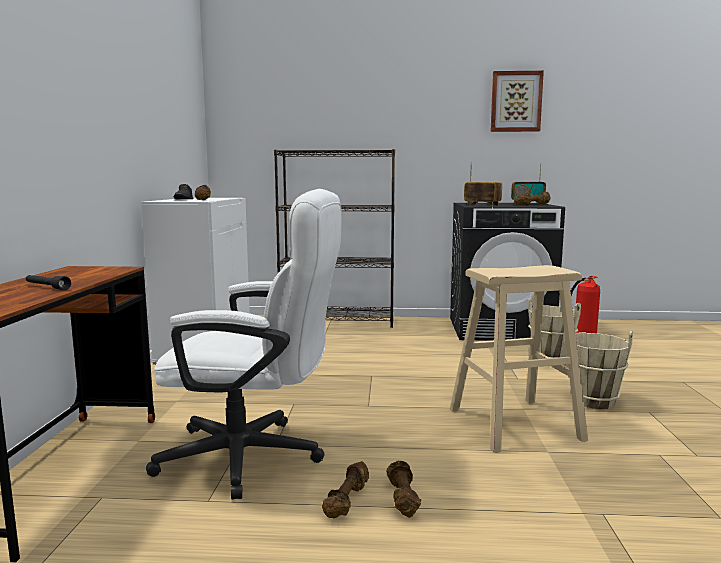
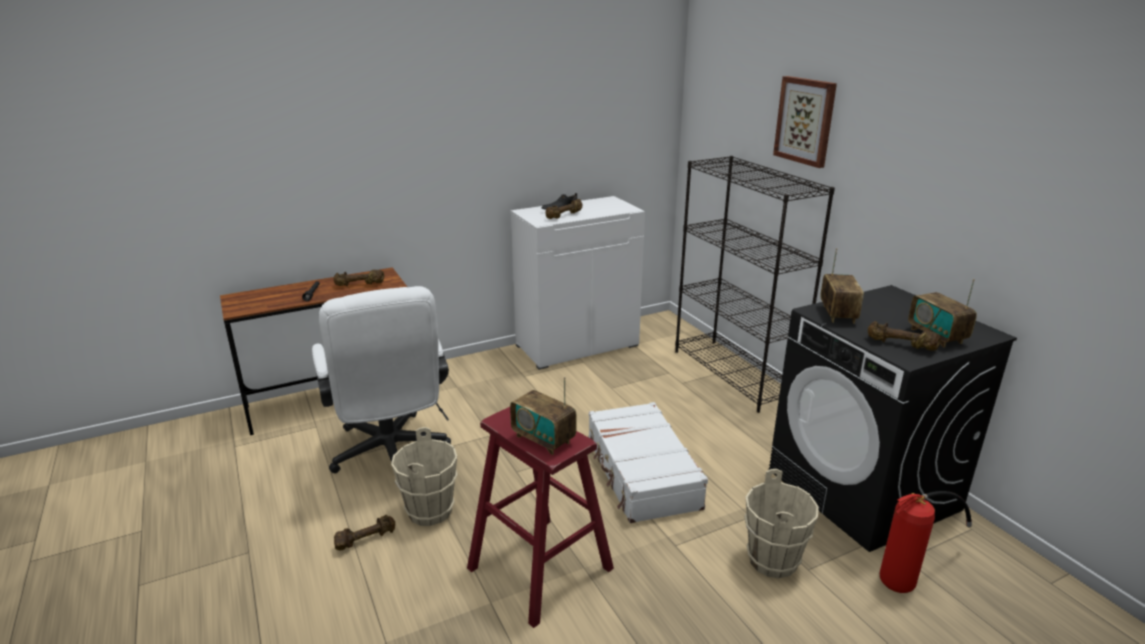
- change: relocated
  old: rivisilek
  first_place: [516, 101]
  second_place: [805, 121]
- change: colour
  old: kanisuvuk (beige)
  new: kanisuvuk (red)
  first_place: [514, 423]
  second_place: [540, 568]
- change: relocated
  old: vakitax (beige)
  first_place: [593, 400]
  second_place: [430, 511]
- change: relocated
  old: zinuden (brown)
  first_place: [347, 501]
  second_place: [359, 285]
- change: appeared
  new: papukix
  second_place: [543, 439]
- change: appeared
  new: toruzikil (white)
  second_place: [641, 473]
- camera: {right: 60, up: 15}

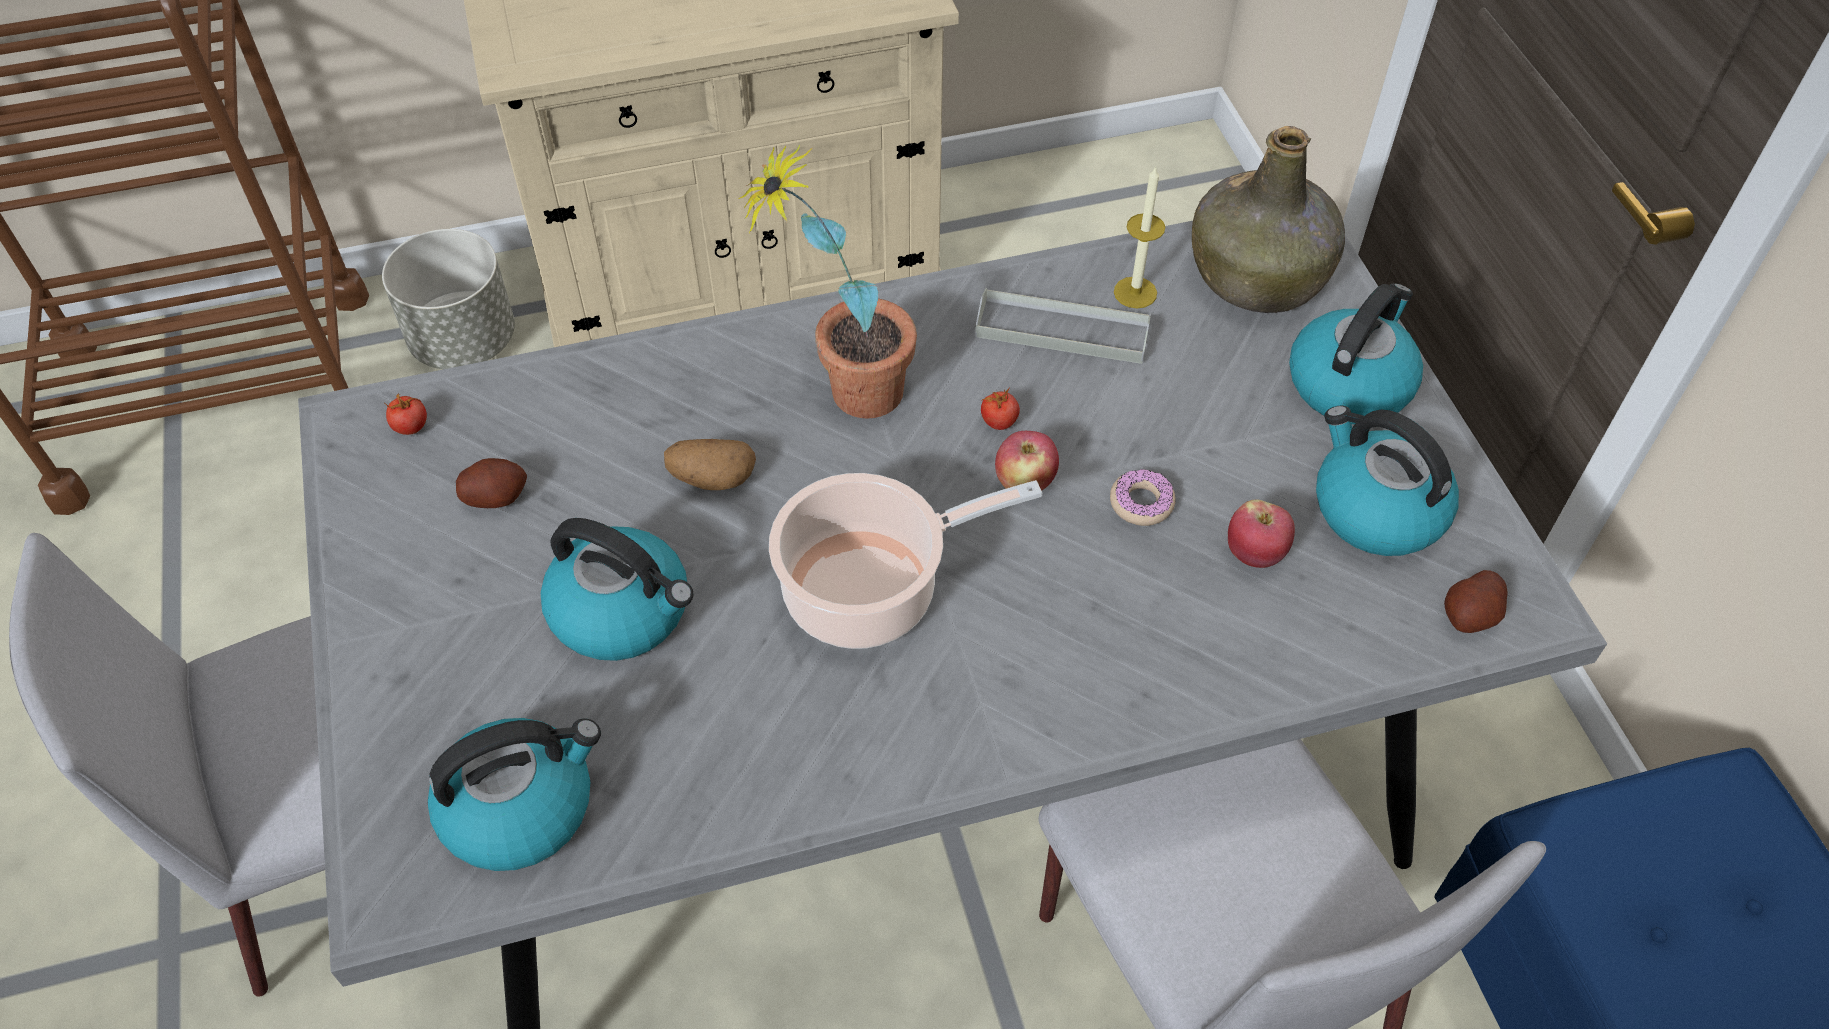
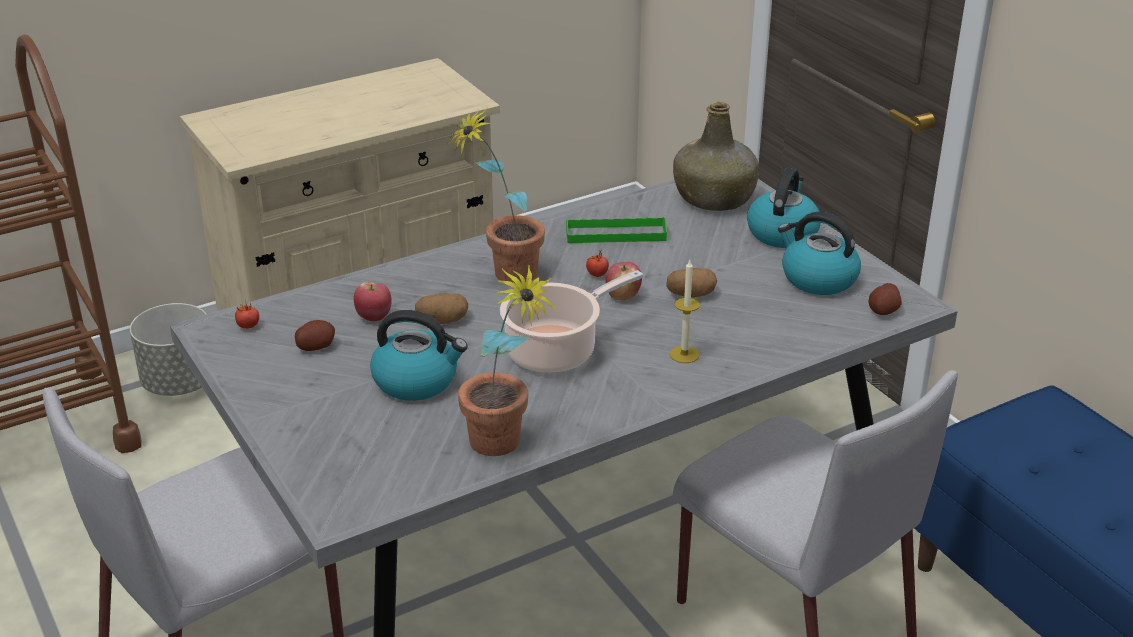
- change: relocated
  old: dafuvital
  first_place: [1135, 292]
  second_place: [684, 354]
- change: colour
  old: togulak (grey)
  new: togulak (green)
  first_place: [1062, 331]
  second_place: [615, 234]
- change: exchanged
  old: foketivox
  new: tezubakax
  first_place: [1141, 503]
  second_place: [691, 294]
- change: relocated
  old: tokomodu
  first_place: [1255, 554]
  second_place: [374, 317]
- change: missing
  old: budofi
  first_place: [521, 807]
- change: appeared
  new: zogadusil
  second_place: [505, 448]
- camera: {right: -15, up: -20}

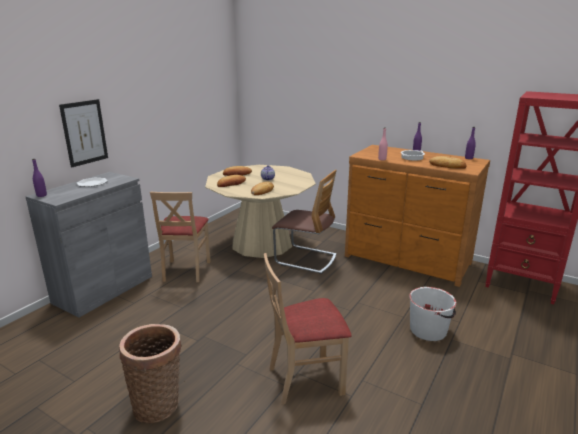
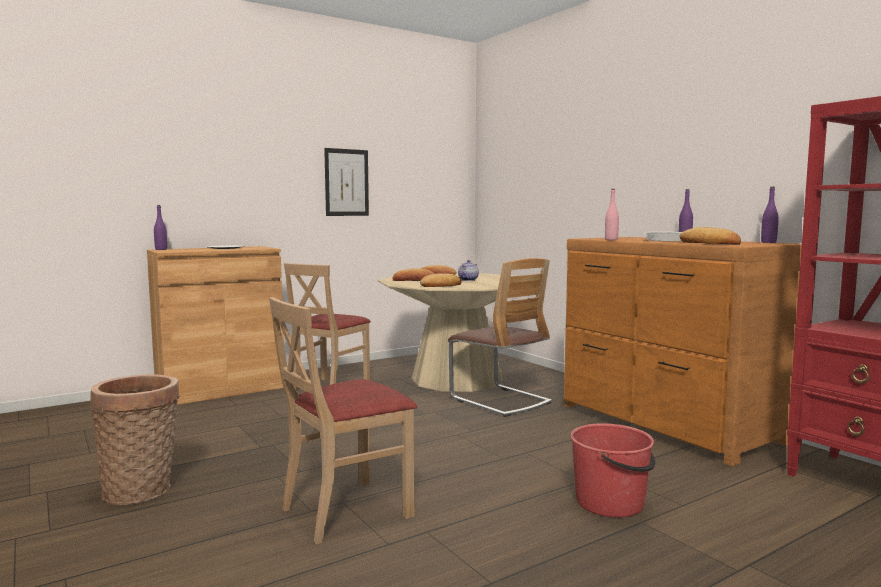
- change: relocated
  old: rivisilek
  first_place: [84, 132]
  second_place: [346, 182]
- change: colour
  old: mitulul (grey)
  new: mitulul (brown)
  first_place: [104, 289]
  second_place: [221, 389]
- change: spun
  old: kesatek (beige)
  first_place: [305, 379]
  second_place: [346, 511]
  degrees: -45
- change: colour
  old: vakitax (white)
  new: vakitax (red)
  first_place: [428, 330]
  second_place: [610, 503]
- camera: {right: 25, up: -15}

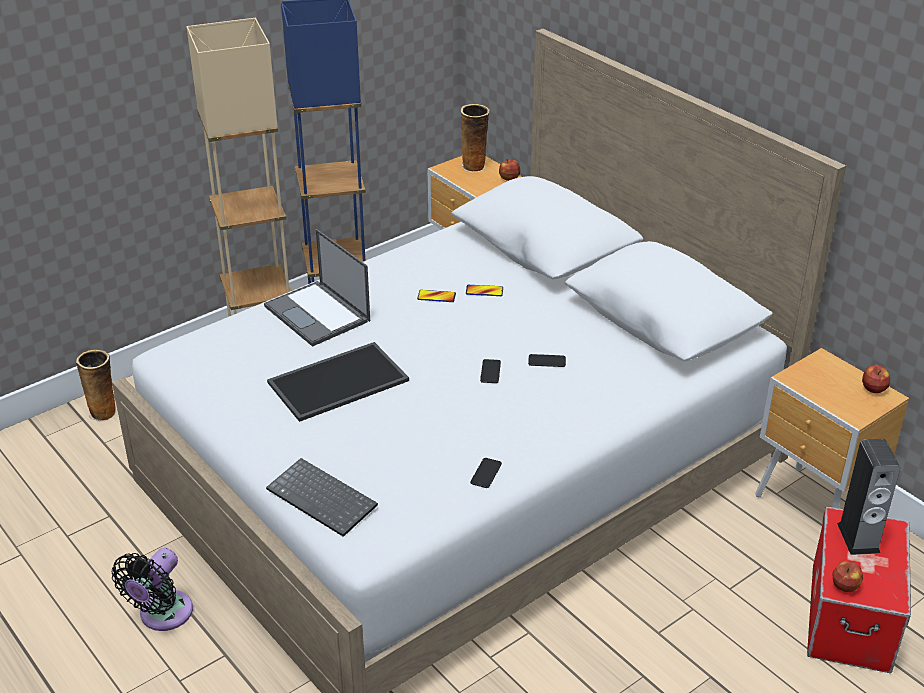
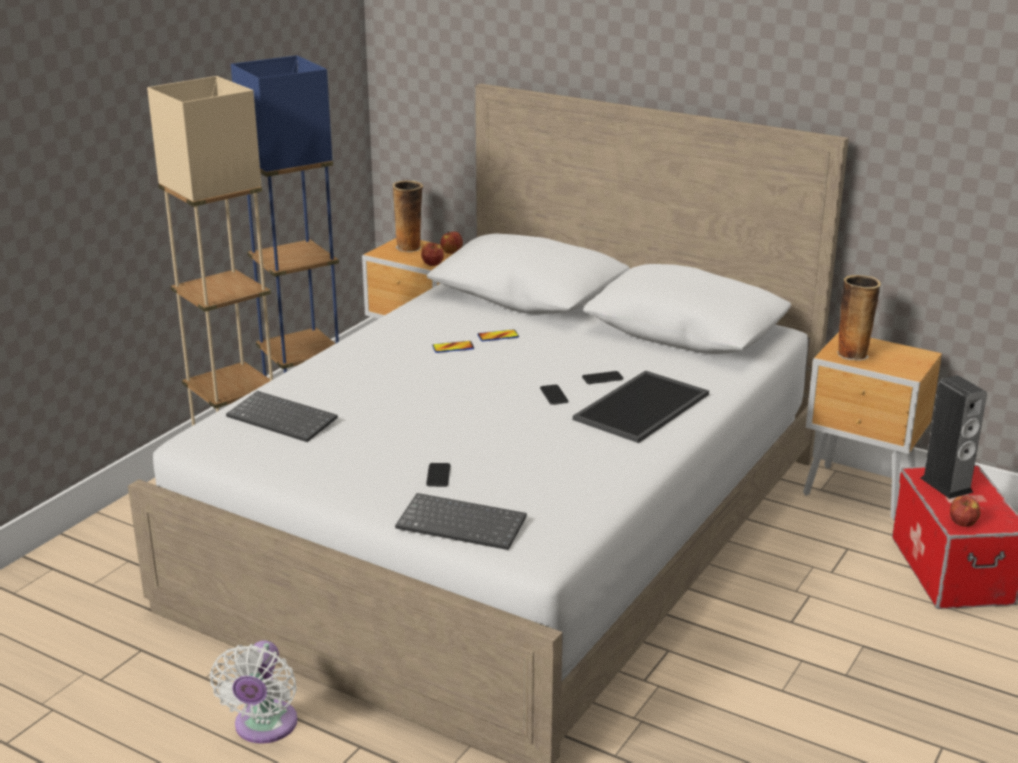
- change: missing
  old: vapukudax
  first_place: [318, 314]
- change: relocated
  old: togulak
  first_place: [338, 380]
  second_place: [640, 406]
- change: relocated
  old: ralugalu
  first_place: [104, 413]
  second_place: [853, 354]
- change: relocated
  old: tokomodu
  first_place: [873, 389]
  second_place: [432, 264]
- change: relocated
  old: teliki
  first_place: [486, 473]
  second_place: [438, 475]
- change: colour
  old: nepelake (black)
  new: nepelake (white)
  first_place: [162, 615]
  second_place: [264, 727]
- change: appeared
  new: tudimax
  second_place: [284, 419]
- camera: {right: -20, up: -10}

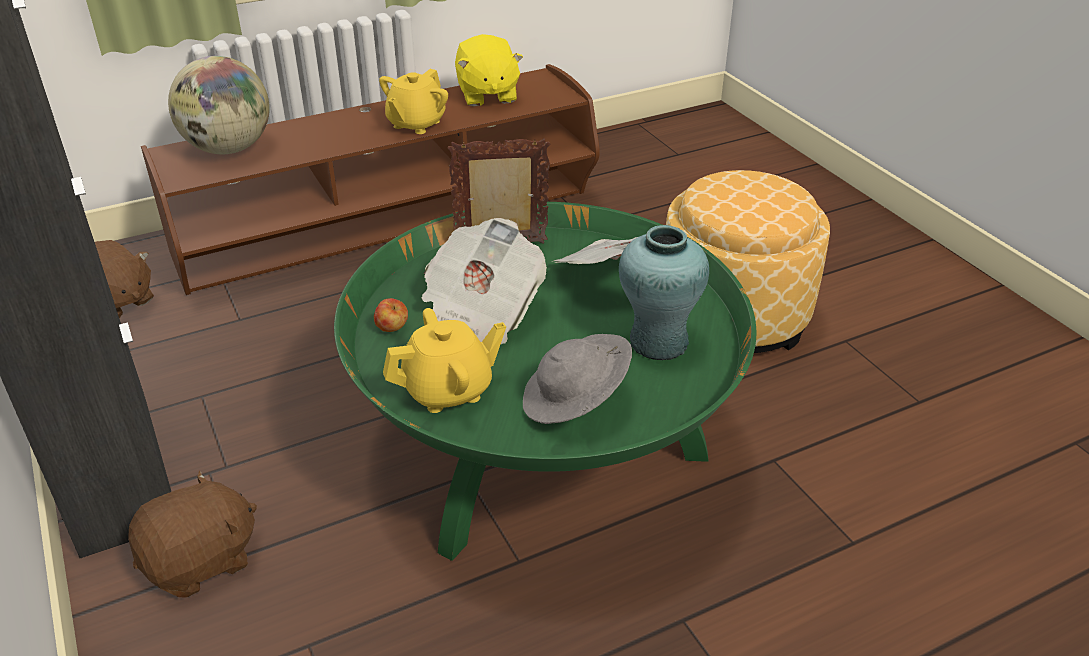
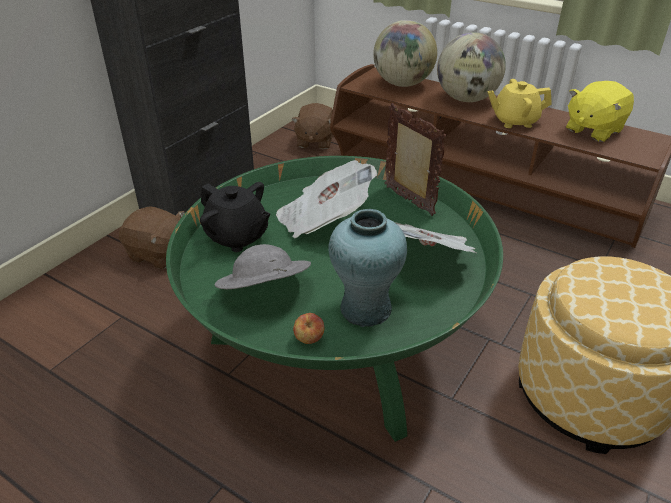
- change: relocated
  old: tokomodu
  first_place: [392, 328]
  second_place: [309, 339]
- change: colour
  old: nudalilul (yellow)
  new: nudalilul (black)
  first_place: [448, 390]
  second_place: [237, 237]
- change: appeared
  new: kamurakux
  second_place: [466, 99]
- camera: {right: 60, up: 0}

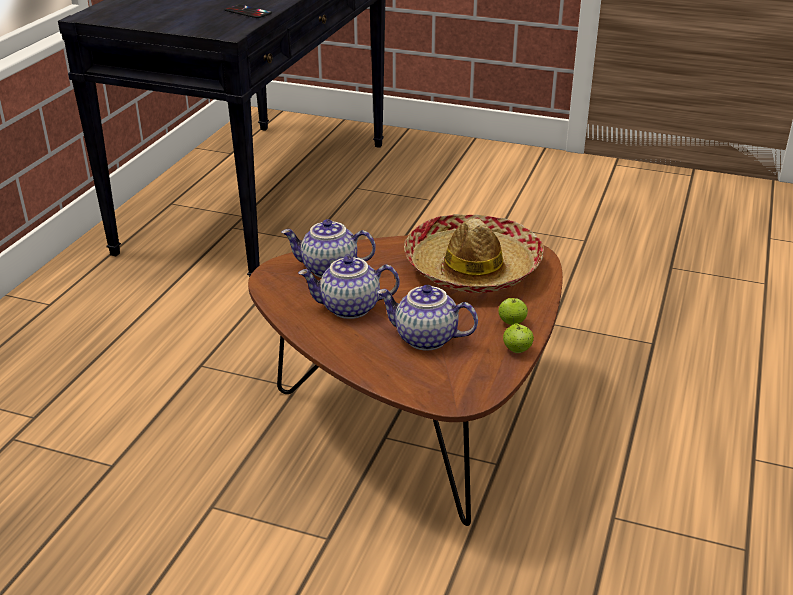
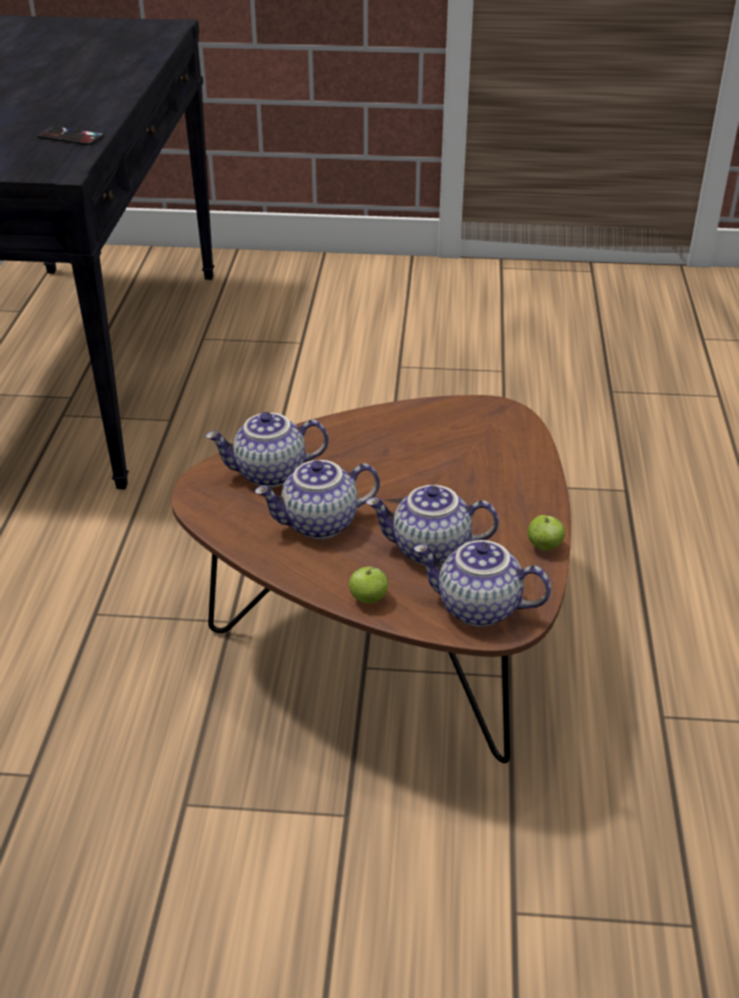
- change: missing
  old: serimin
  first_place: [472, 268]
- change: relocated
  old: tokomodu
  first_place: [512, 323]
  second_place: [368, 599]
- change: appeared
  new: nudalilul
  second_place: [477, 609]
- camera: {right: -15, up: 5}

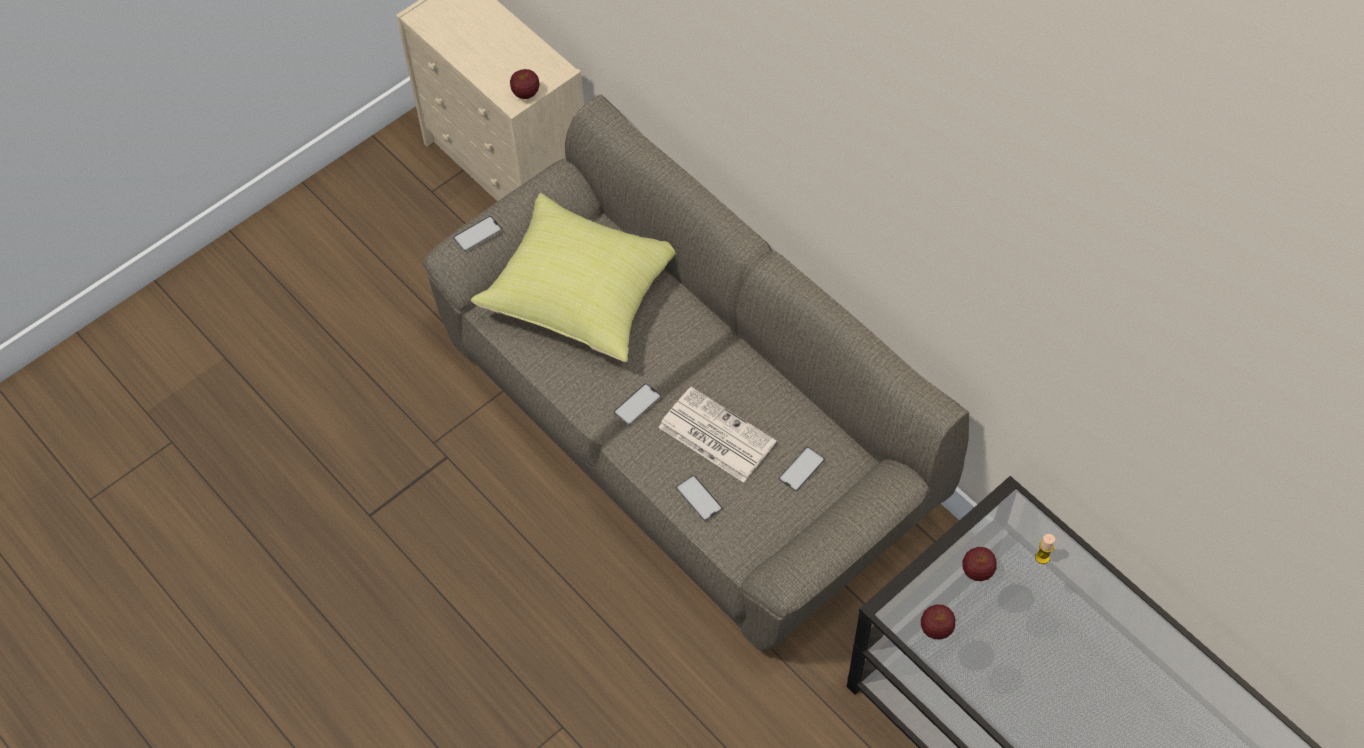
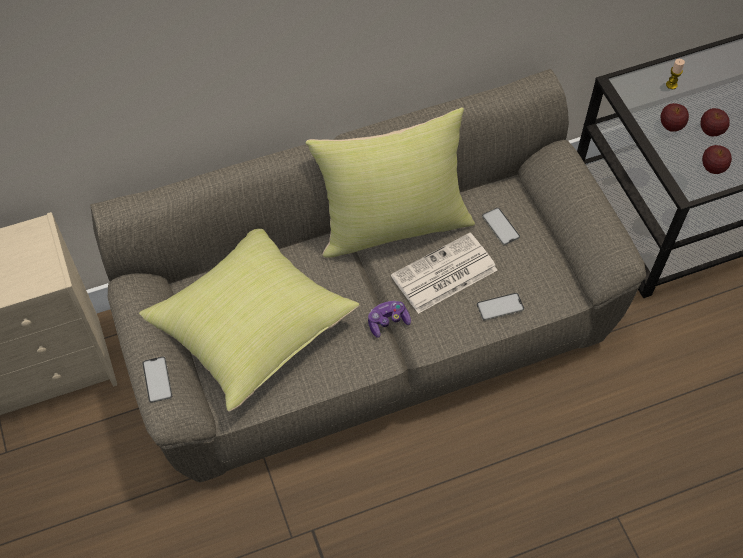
- change: relocated
  old: tokomodu
  first_place: [526, 93]
  second_place: [711, 131]
- change: exchanged
  old: teliki
  new: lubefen
  first_place: [637, 404]
  second_place: [388, 322]
- change: appeared
  new: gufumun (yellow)
  second_place: [393, 224]
- camera: {right: -70, up: 0}

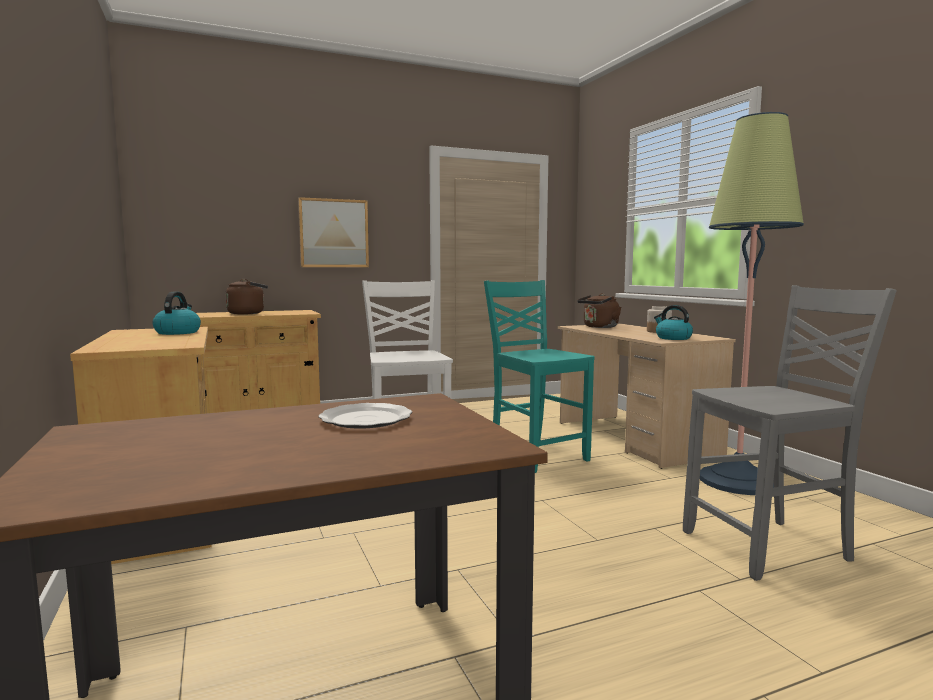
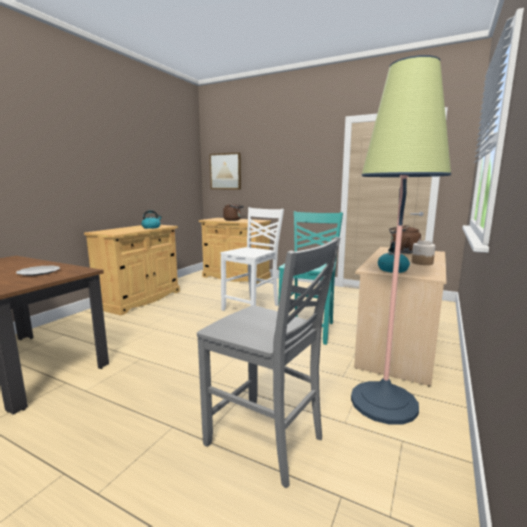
- change: relocated
  old: rivisilek
  first_place: [333, 233]
  second_place: [225, 171]
- camera: {right: 50, up: 5}

